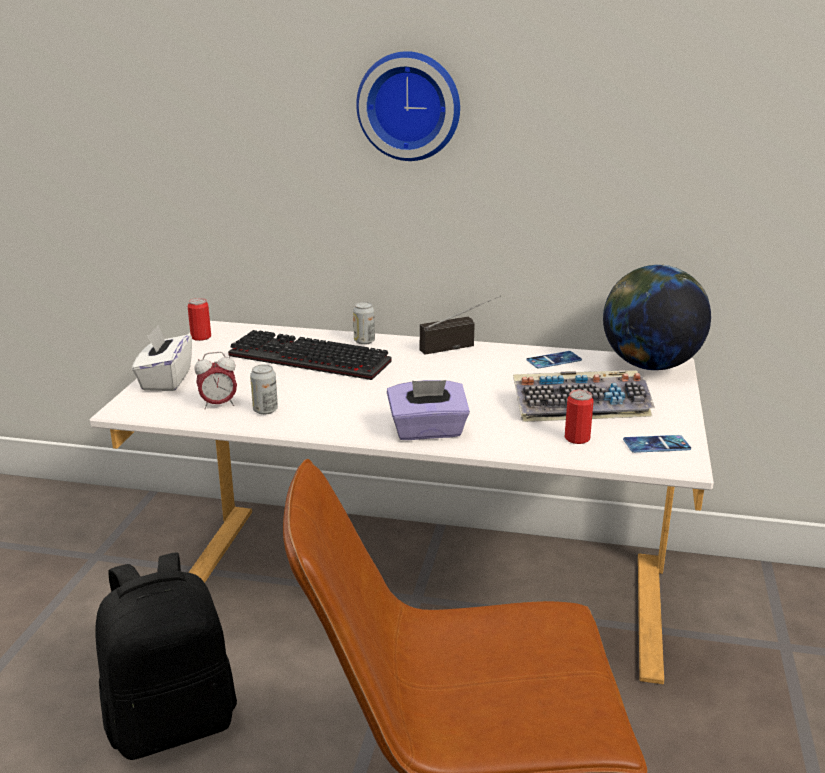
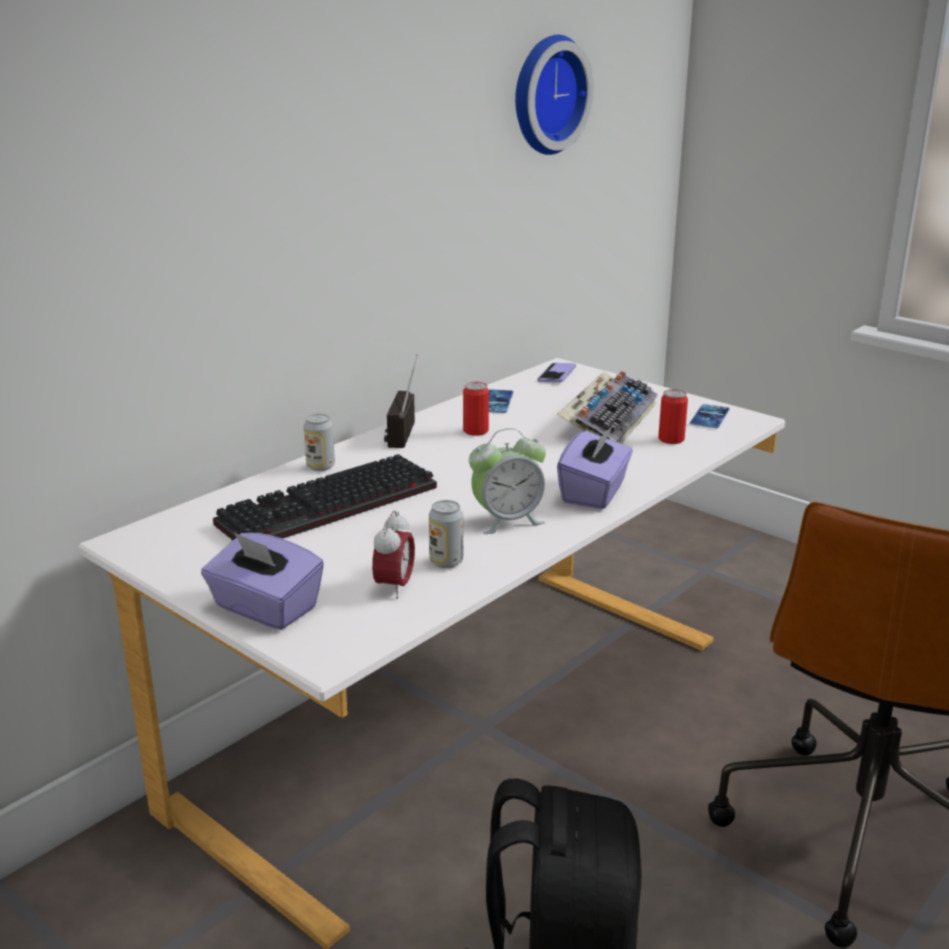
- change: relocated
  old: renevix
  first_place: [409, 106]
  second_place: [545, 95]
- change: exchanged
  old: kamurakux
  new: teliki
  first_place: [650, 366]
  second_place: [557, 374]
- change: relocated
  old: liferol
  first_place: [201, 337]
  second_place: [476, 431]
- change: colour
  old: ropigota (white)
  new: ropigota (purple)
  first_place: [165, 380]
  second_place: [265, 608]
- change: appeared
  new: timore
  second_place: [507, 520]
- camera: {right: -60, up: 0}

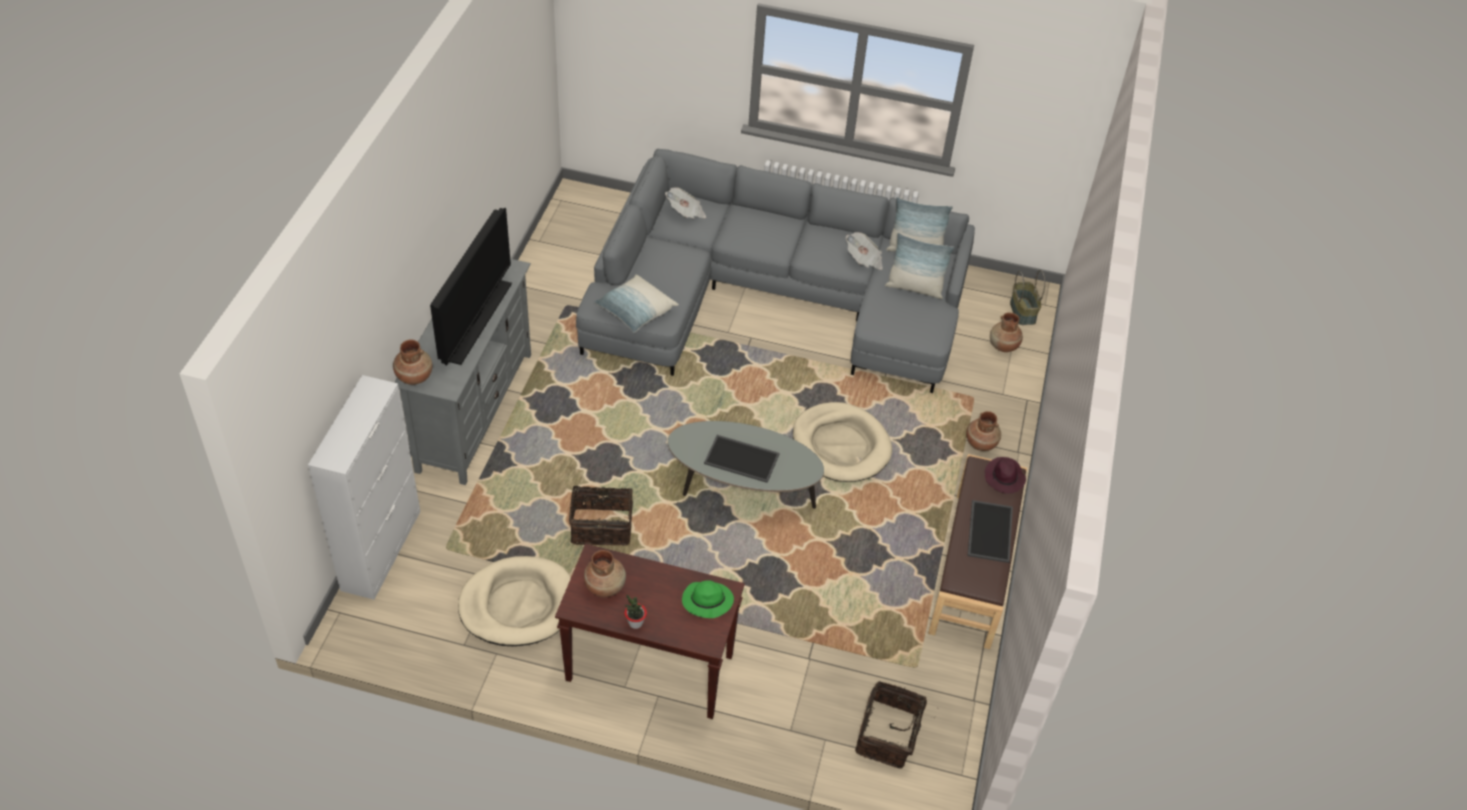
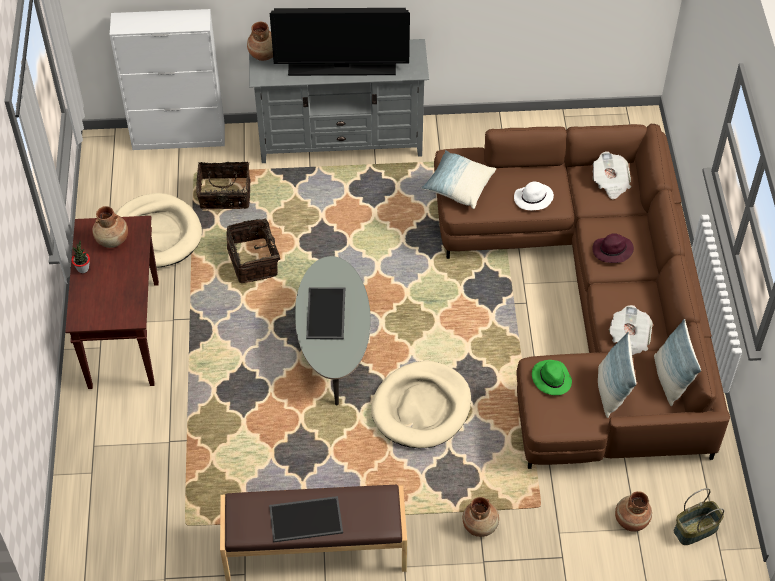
- change: colour
  old: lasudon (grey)
  new: lasudon (brown)
  first_place: [772, 297]
  second_place: [590, 305]
- change: relocated
  old: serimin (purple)
  first_place: [1004, 478]
  second_place: [612, 251]
- change: relocated
  old: serimin (green)
  first_place: [706, 601]
  second_place: [551, 379]
- change: relocated
  old: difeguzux
  first_place: [888, 735]
  second_place: [225, 196]
- change: appeared
  new: serimin (white)
  second_place: [533, 199]
- camera: {right: 75, up: 5}

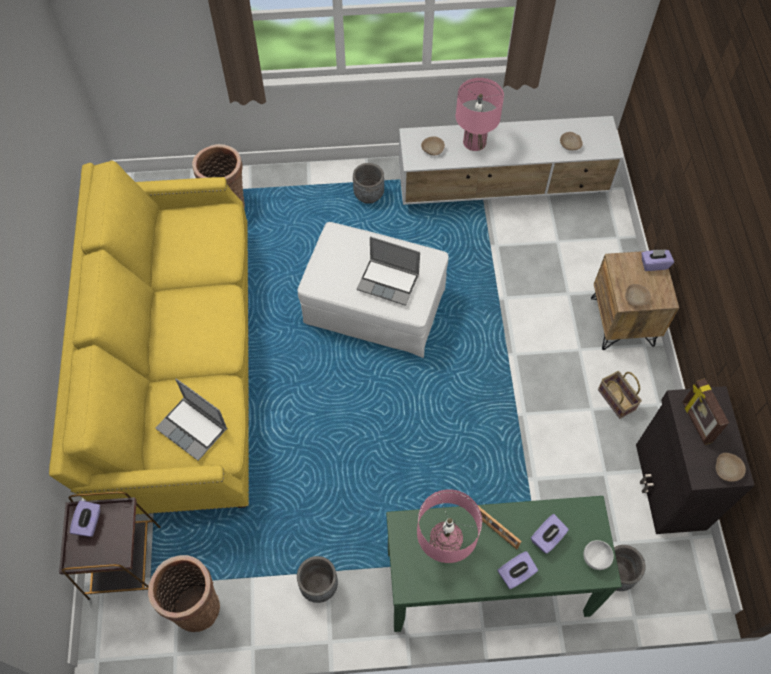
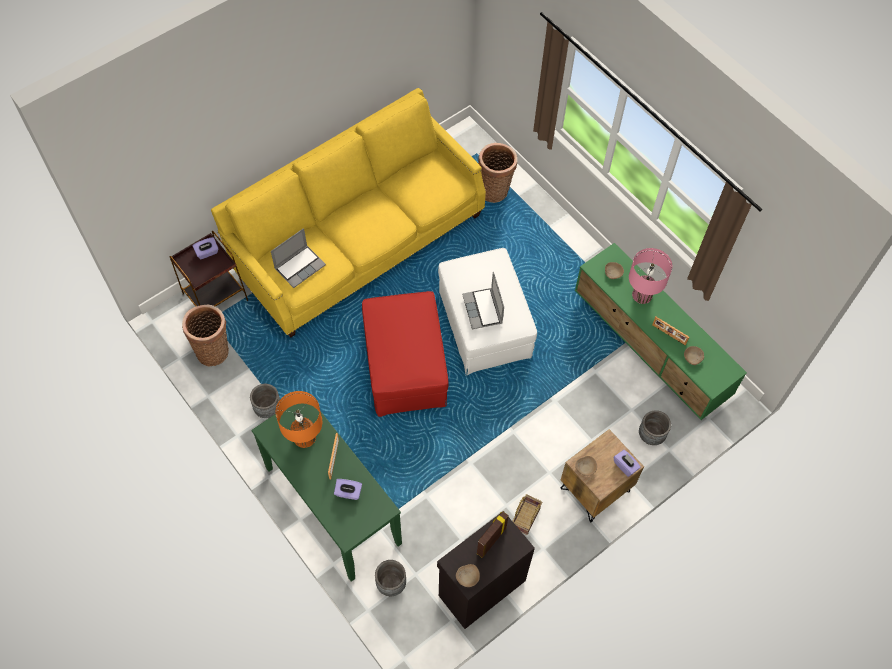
- change: colour
  old: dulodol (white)
  new: dulodol (green)
  first_place: [503, 188]
  second_place: [650, 348]
- change: relocated
  old: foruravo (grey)
  first_place: [368, 195]
  second_place: [651, 435]
- change: spun
  old: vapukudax
  first_place: [193, 428]
  second_place: [300, 266]
  degrees: -135
- change: colour
  old: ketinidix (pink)
  new: ketinidix (orange)
  first_place: [444, 546]
  second_place: [304, 437]
- change: missing
  old: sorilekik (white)
  first_place: [595, 558]
- change: missing
  old: ropigota (purple)
  first_place: [516, 574]
- change: appeared
  new: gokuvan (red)
  second_place: [405, 366]
- change: appeared
  new: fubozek
  second_place: [668, 335]
- camera: {right: 55, up: 0}

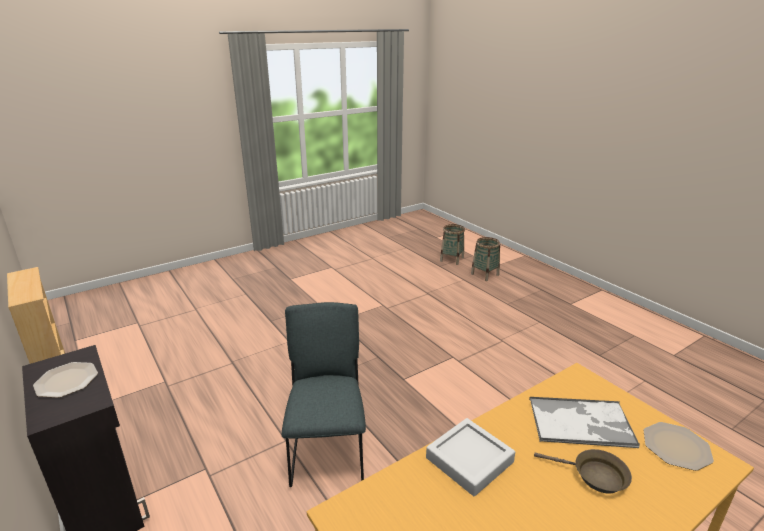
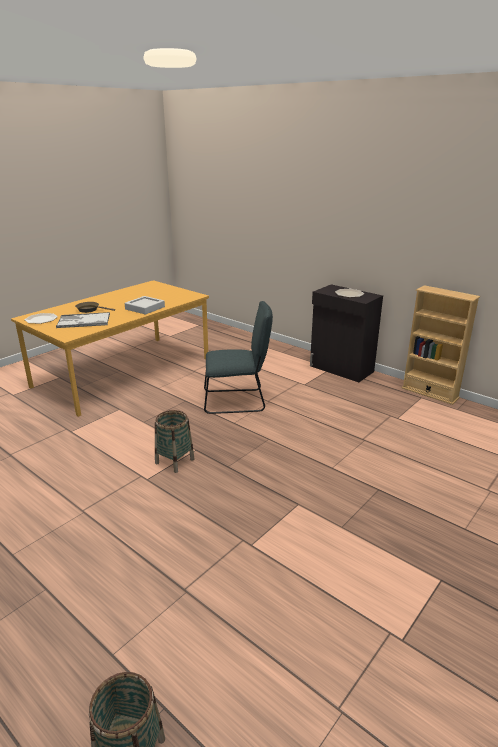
- change: relocated
  old: difeguzux
  first_place: [485, 274]
  second_place: [174, 461]
- change: spun
  old: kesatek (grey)
  first_place: [328, 448]
  second_place: [237, 401]
  degrees: -75
- camera: {right: 165, up: 0}

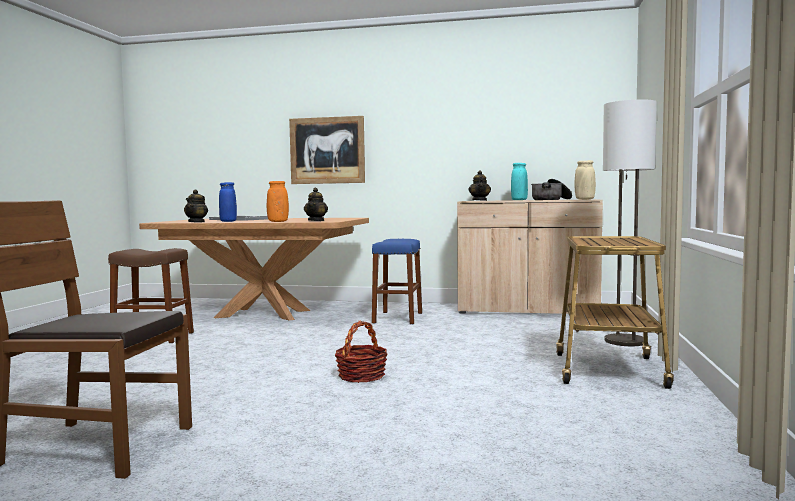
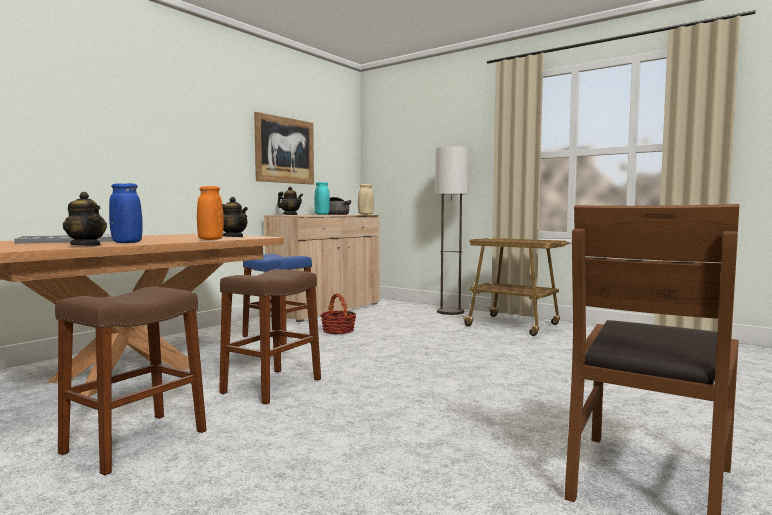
- change: relocated
  old: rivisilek
  first_place: [327, 150]
  second_place: [285, 150]
- change: relocated
  old: difeguzux
  first_place: [361, 376]
  second_place: [338, 331]
- change: appeared
  new: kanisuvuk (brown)
  second_place: [272, 386]
- camera: {right: -65, up: 0}

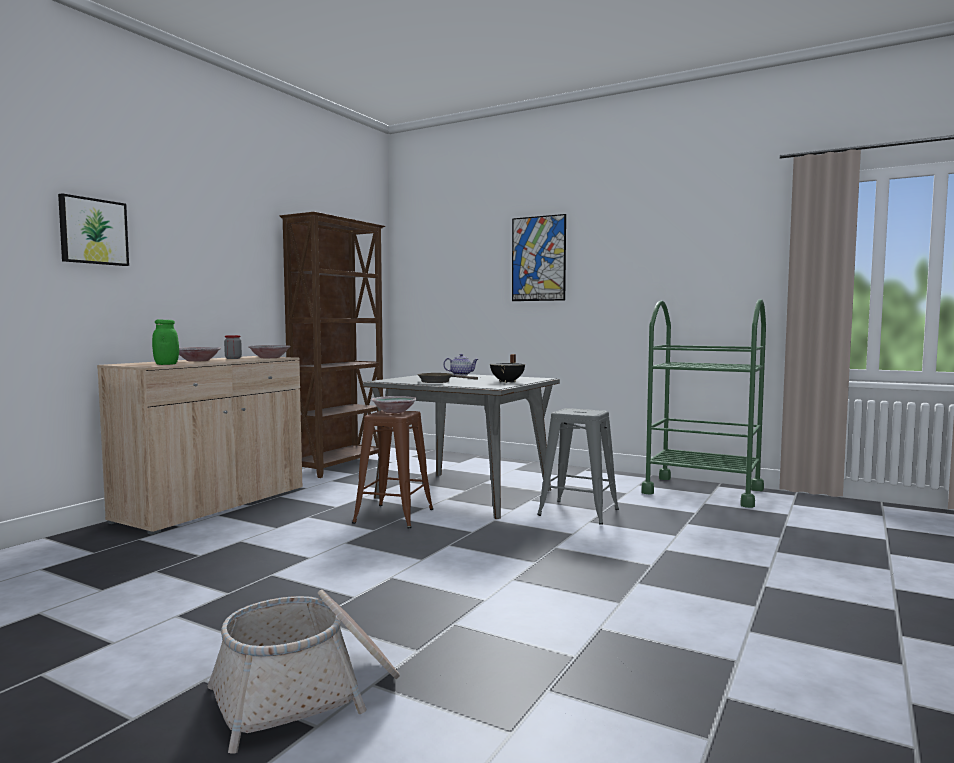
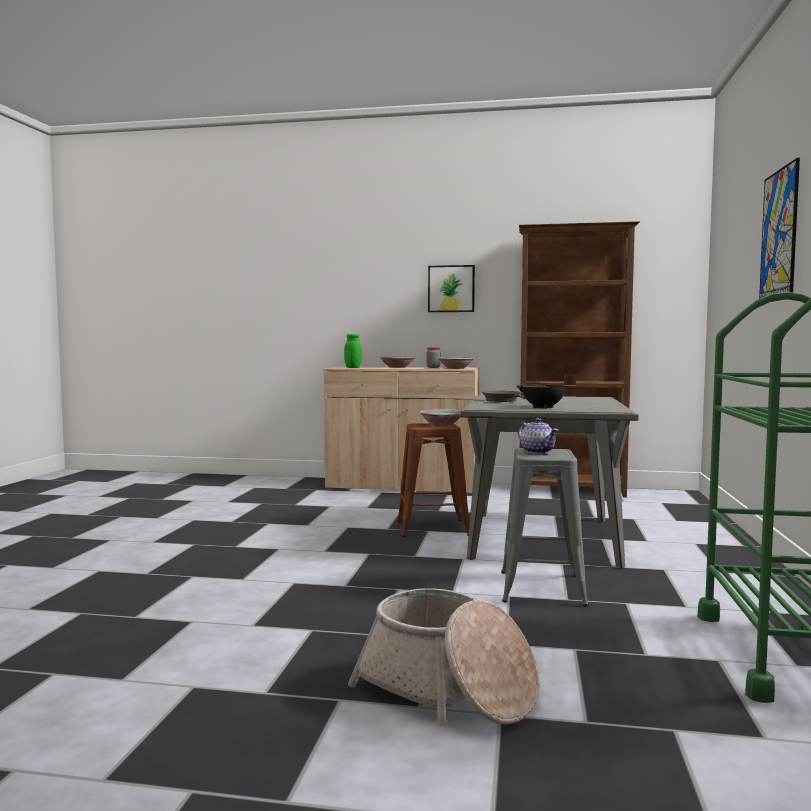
- change: relocated
  old: rivisilek
  first_place: [93, 231]
  second_place: [451, 289]
- change: relocated
  old: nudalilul
  first_place: [461, 374]
  second_place: [538, 451]
- change: relocated
  old: difeguzux
  first_place: [308, 694]
  second_place: [448, 690]
- camera: {right: 70, up: 0}

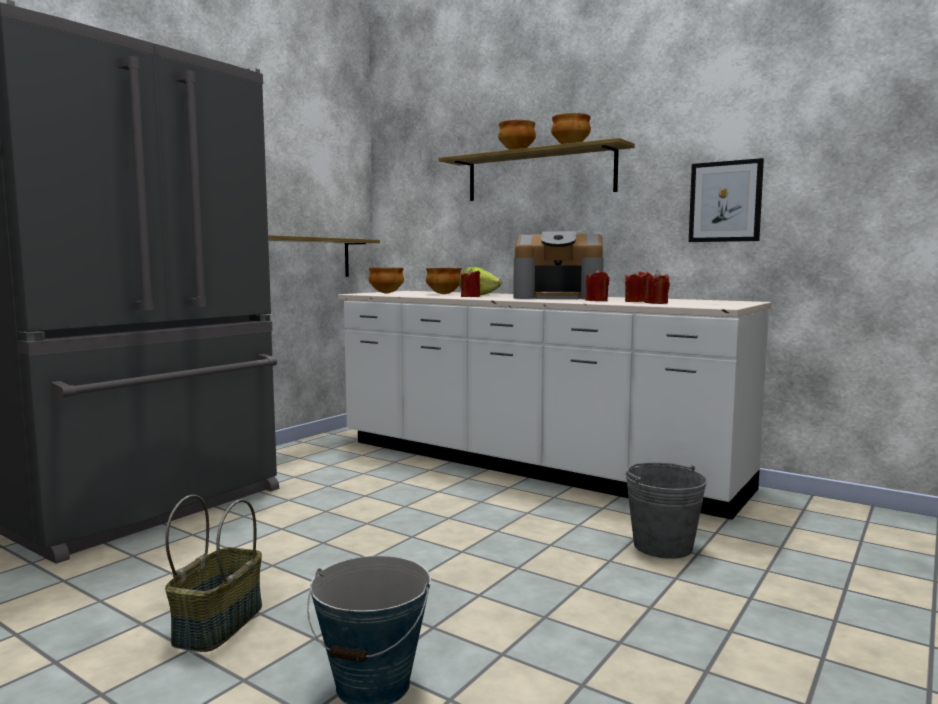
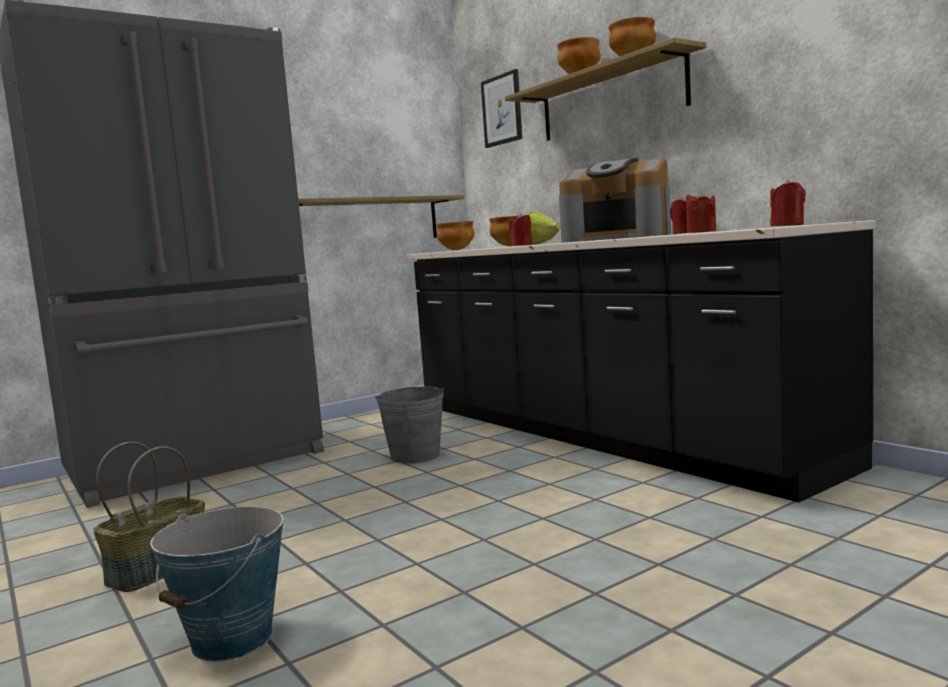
- change: relocated
  old: rivisilek
  first_place: [725, 201]
  second_place: [502, 110]
- change: relocated
  old: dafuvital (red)
  first_place: [596, 301]
  second_place: [787, 225]
- change: colour
  old: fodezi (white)
  new: fodezi (black)
  first_place: [529, 465]
  second_place: [599, 435]
- change: relocated
  old: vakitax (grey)
  first_place: [662, 546]
  second_place: [415, 456]
- camera: {right: 20, up: 0}

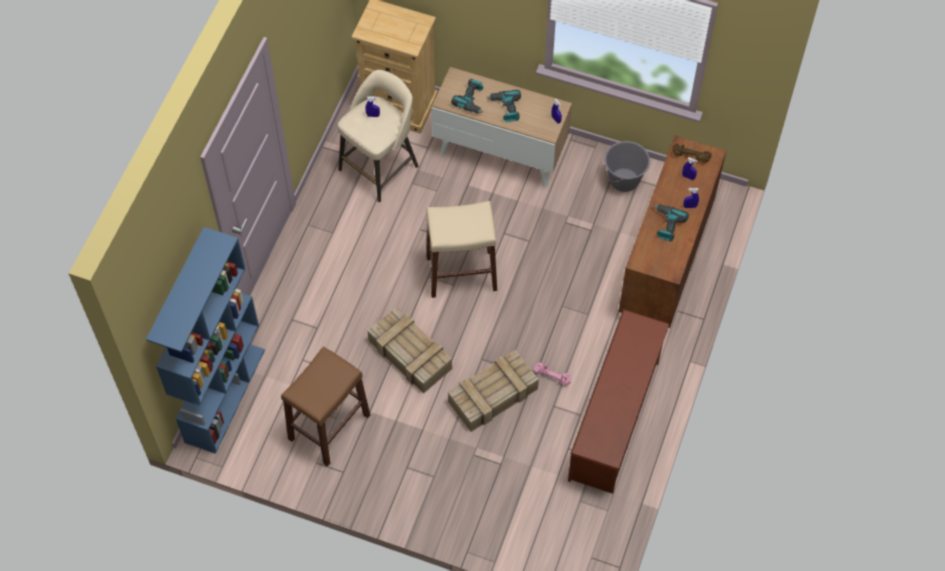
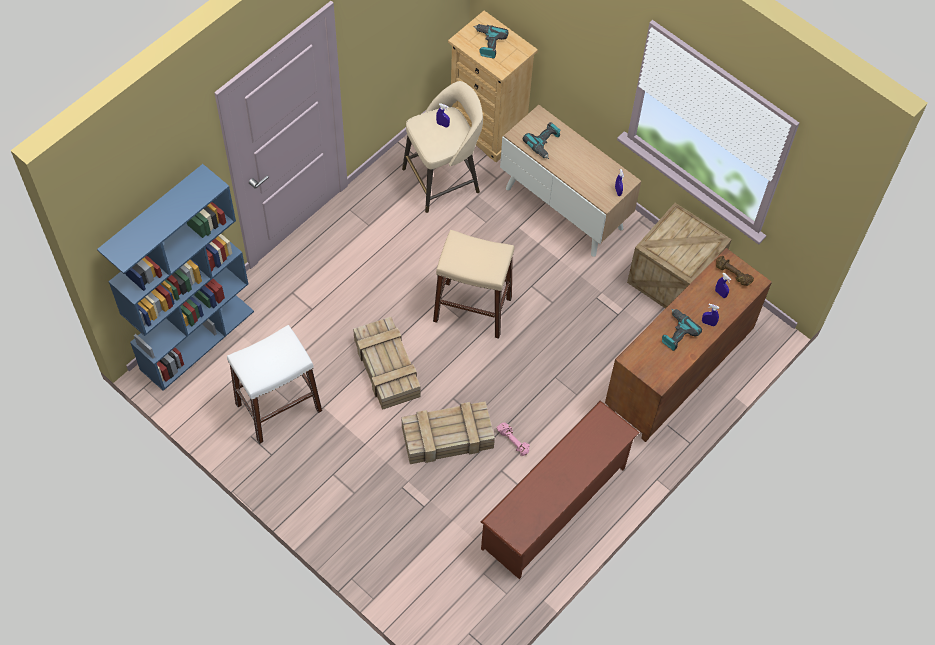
- change: relocated
  old: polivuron
  first_place: [506, 108]
  second_place: [488, 43]
- change: exchanged
  old: vakitax (grey)
  new: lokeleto
  first_place: [624, 180]
  second_place: [673, 278]
- change: colour
  old: kanisuvuk (brown)
  new: kanisuvuk (white)
  first_place: [329, 427]
  second_place: [279, 407]
- camera: {right: 20, up: 0}

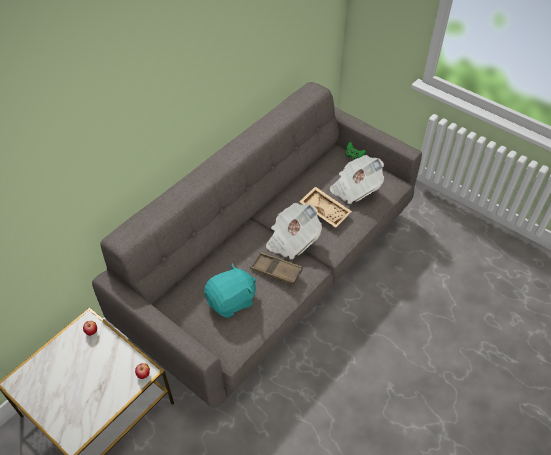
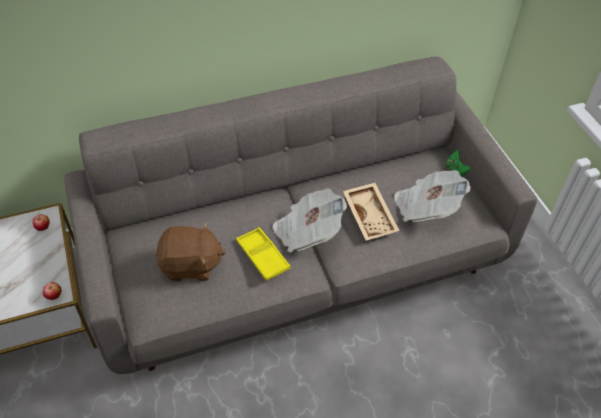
- change: colour
  old: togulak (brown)
  new: togulak (yellow)
  first_place: [276, 270]
  second_place: [262, 256]
- change: colour
  old: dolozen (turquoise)
  new: dolozen (brown)
  first_place: [231, 301]
  second_place: [191, 265]
- camera: {right: 30, up: 0}

